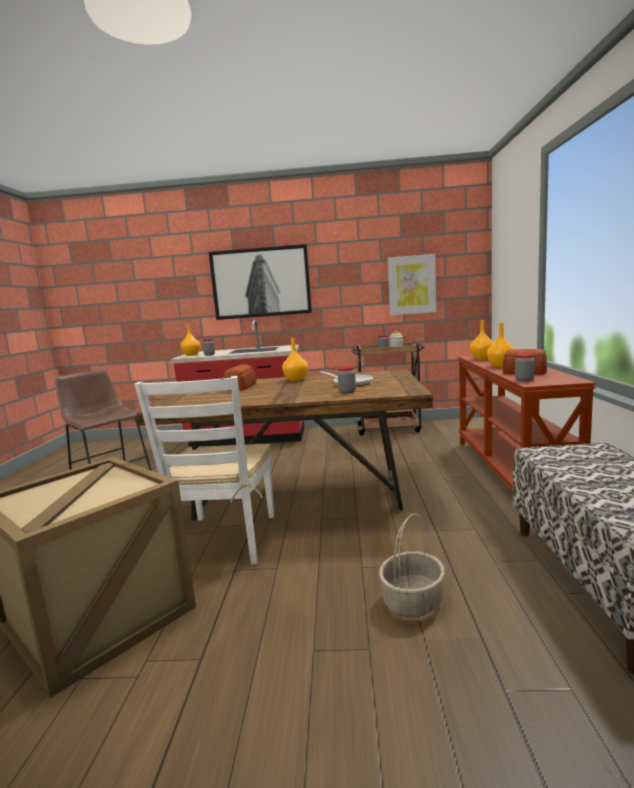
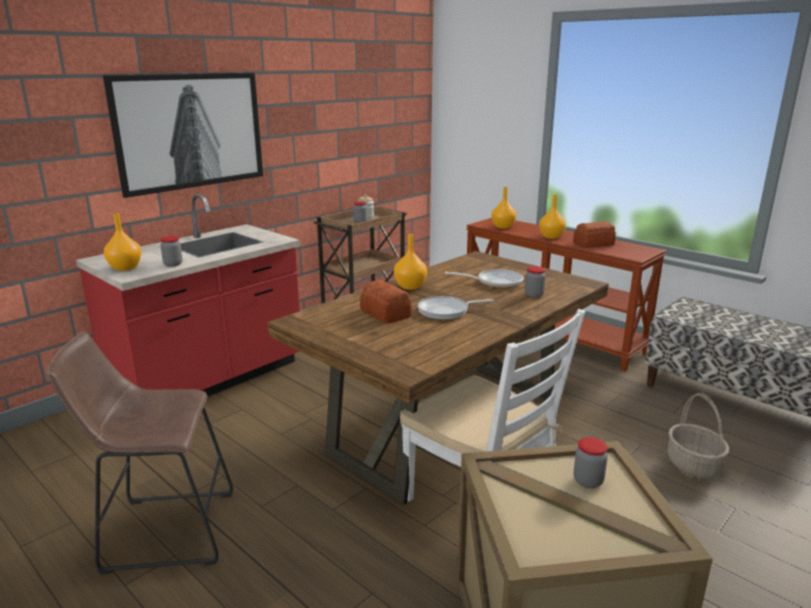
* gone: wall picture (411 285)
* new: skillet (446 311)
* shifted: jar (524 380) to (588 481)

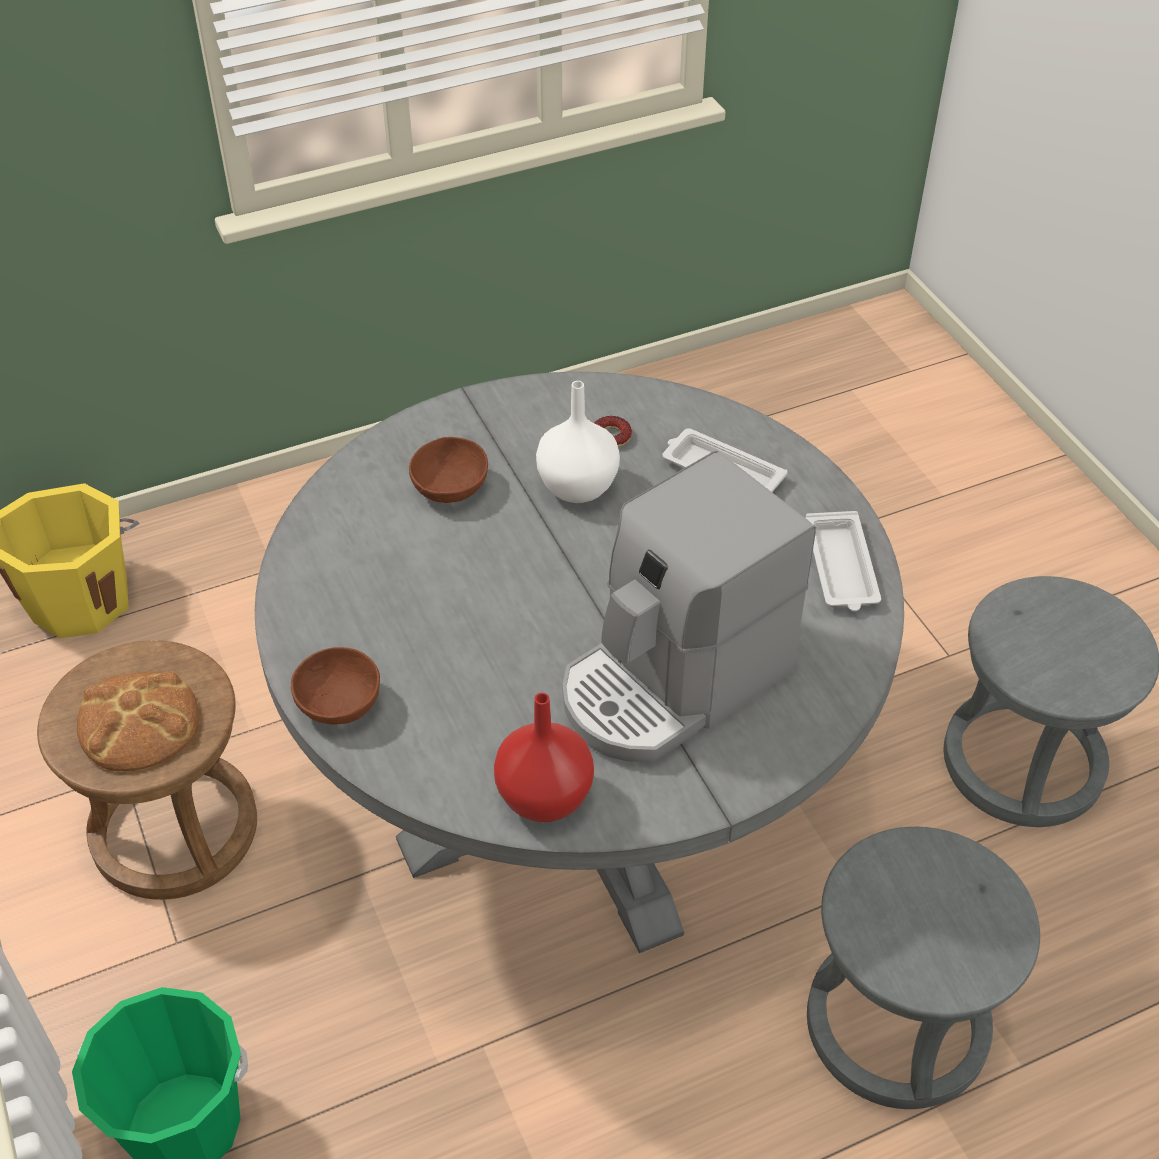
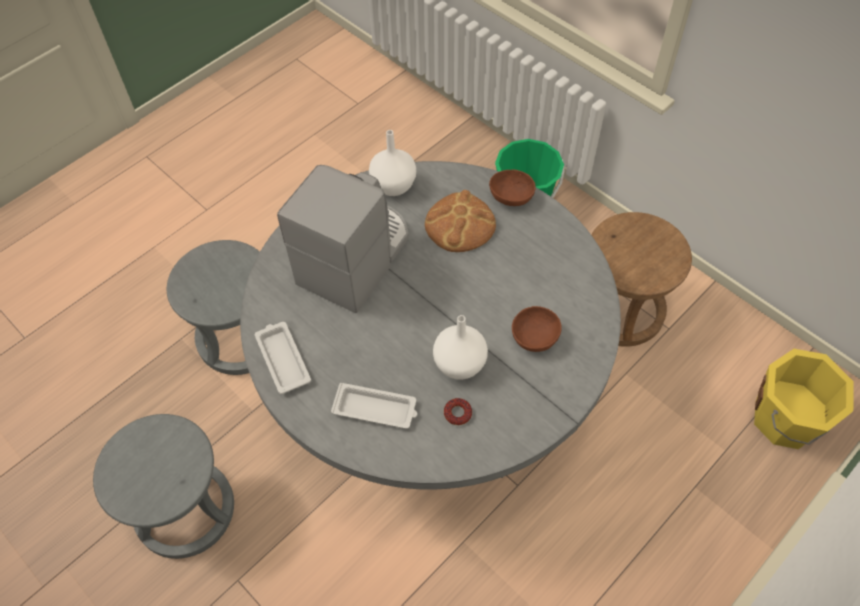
* shifted: baked bread (138 723) to (460 224)
* repainted: red decorative vase (543 796) to white-coloured decorative vase (394 186)

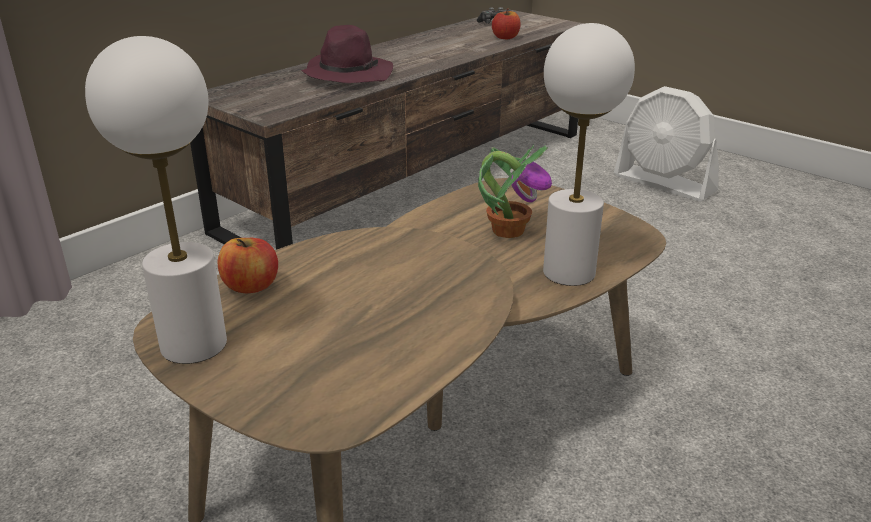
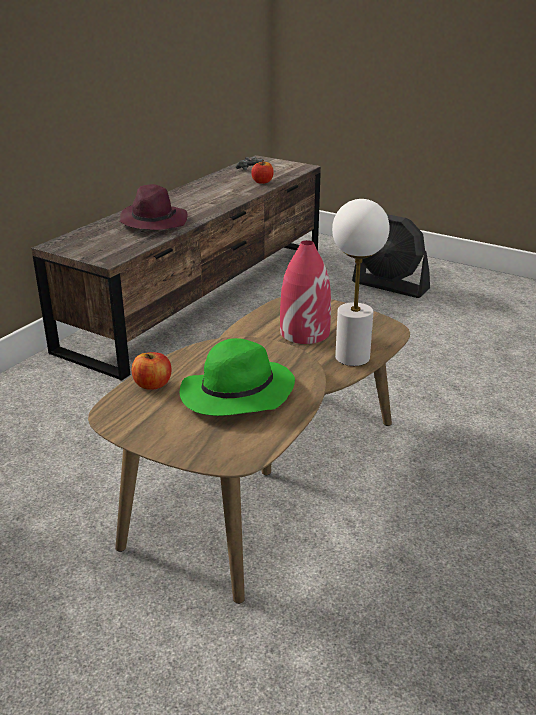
* gone: white-coloured tabletop lamp (193 345)
* new: green clothing hat (236 395)
* swapped: potted plant (507 230) to red decorative vase (304 332)
* repainted: white-coloured electric fan (664 183) to black-coloured electric fan (390 286)

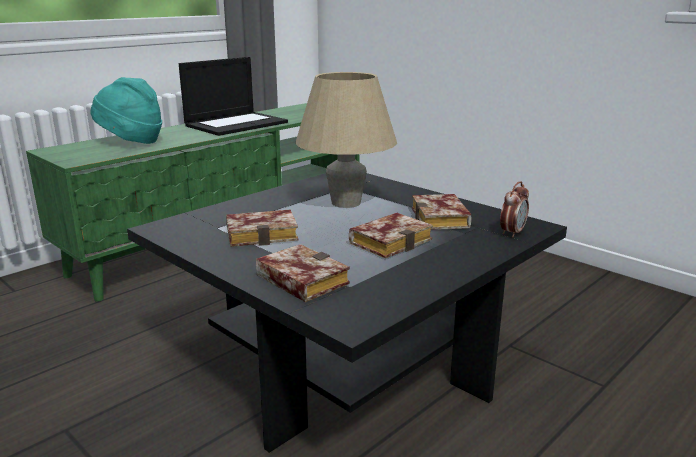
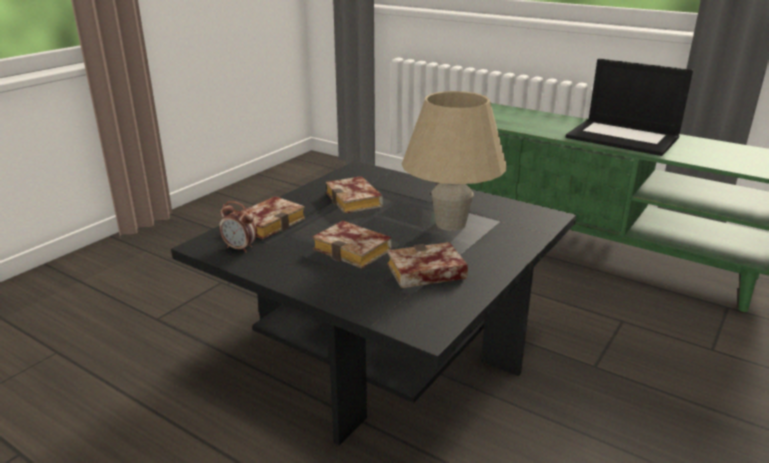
* gone: blue-green clothing hat (131 142)
* shifted: bedside clock (512 233) to (240 248)

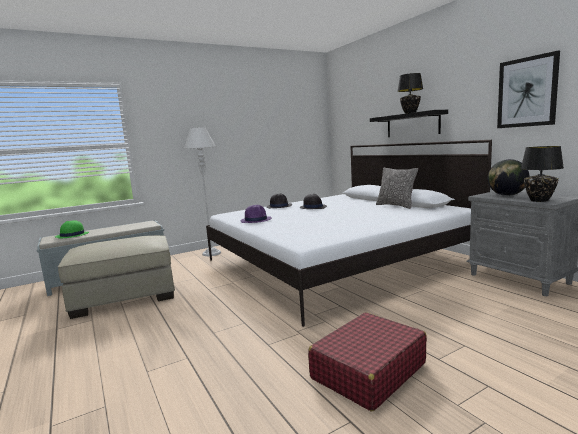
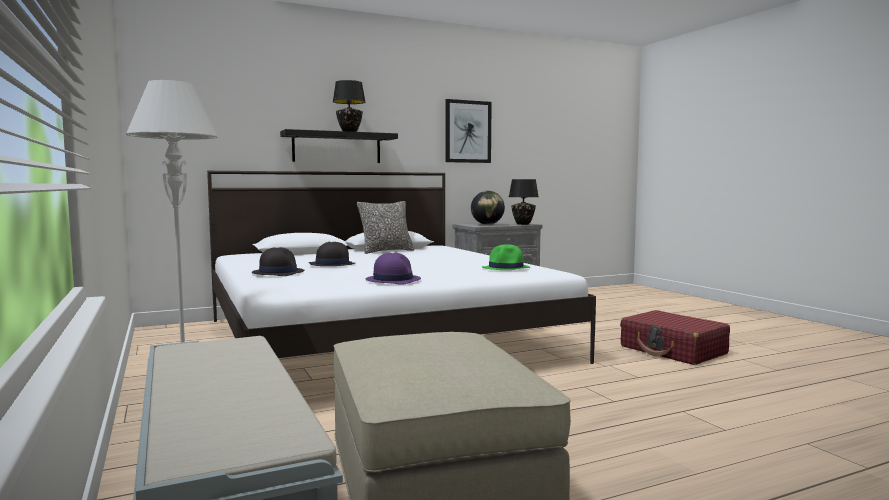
* shifted: green clothing hat (72 235) to (506 268)

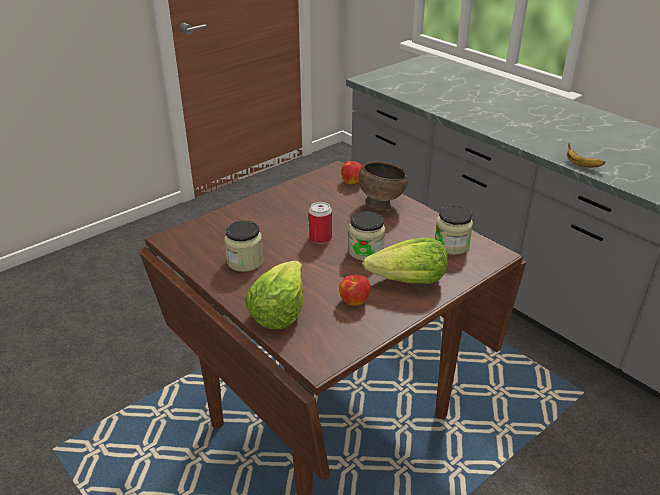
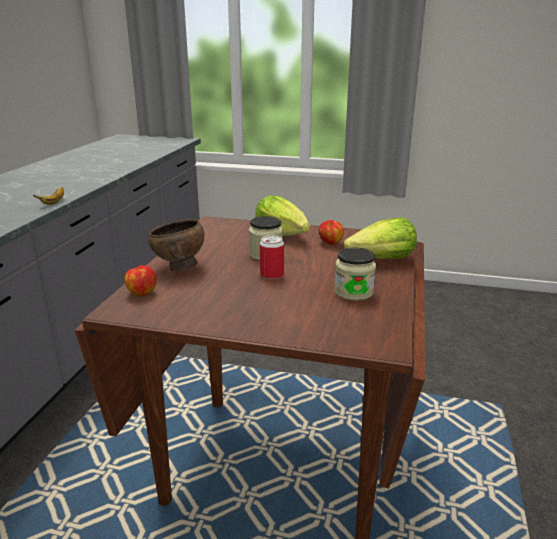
* gone: jar (451 245)

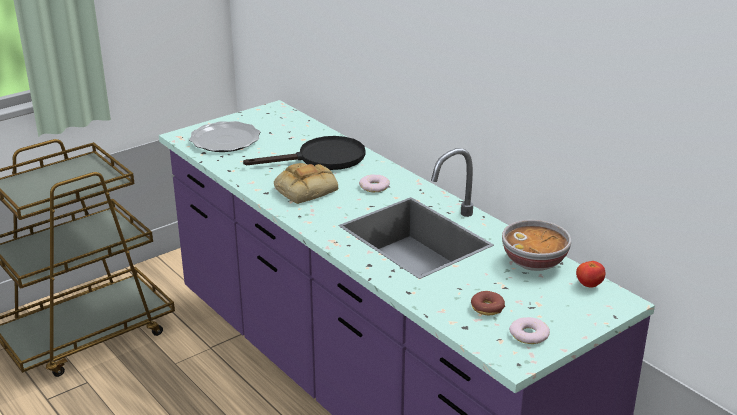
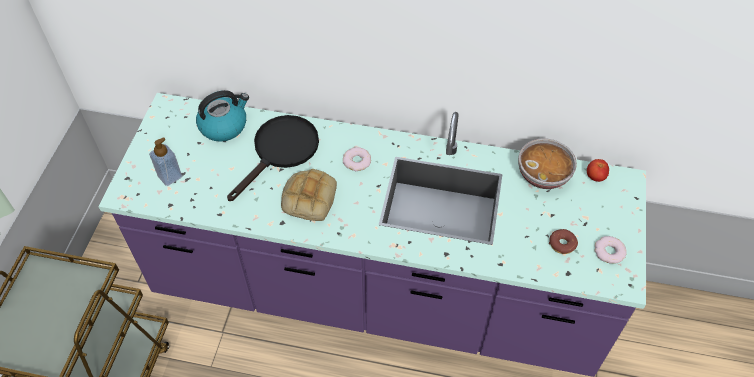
* new: water kettle (224 125)
* swapped: flat dish (225 140) to liquid soap bottle (170 176)

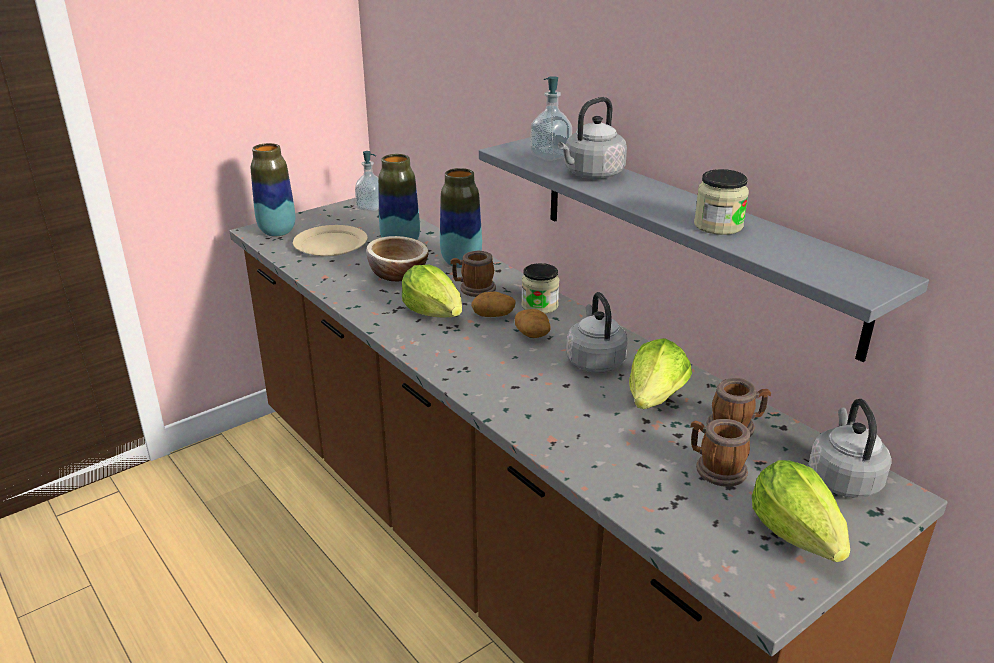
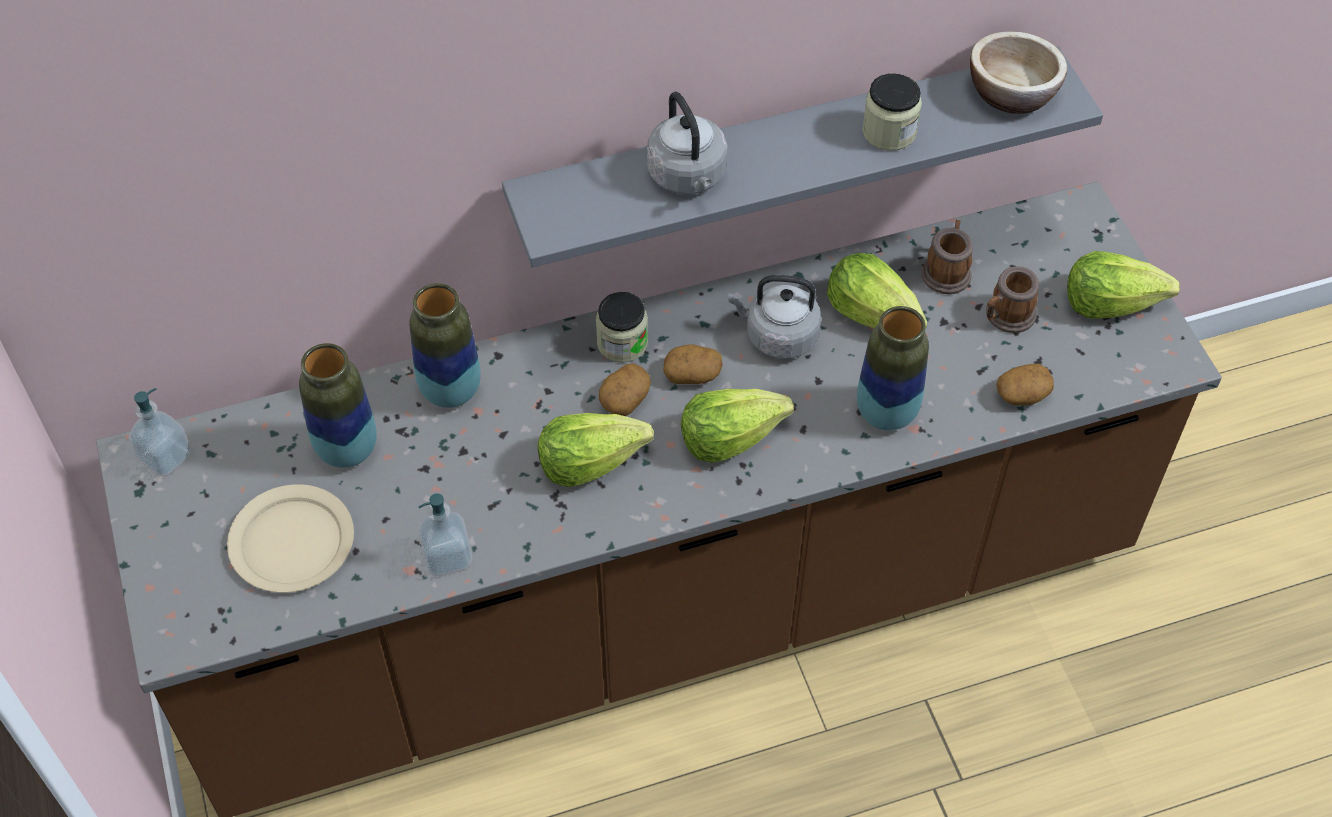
* gone: tea mug (473 289)
* gone: grey water kettle (843 478)
* new: lettuce head (730 436)
* new: spud (1022 395)
* shifted: decorative vase (277 232) to (886 413)
* shifted: deep dish (398 274) to (1012 93)
* shifted: liquid soap bottle (550 156) to (447 557)

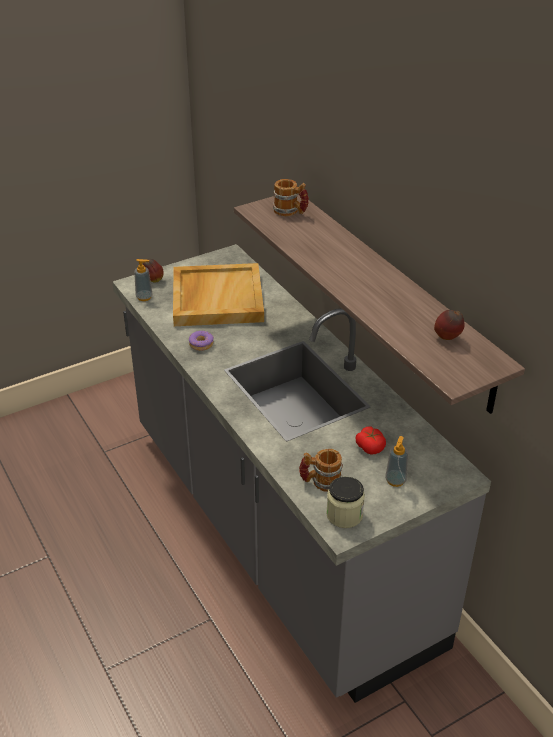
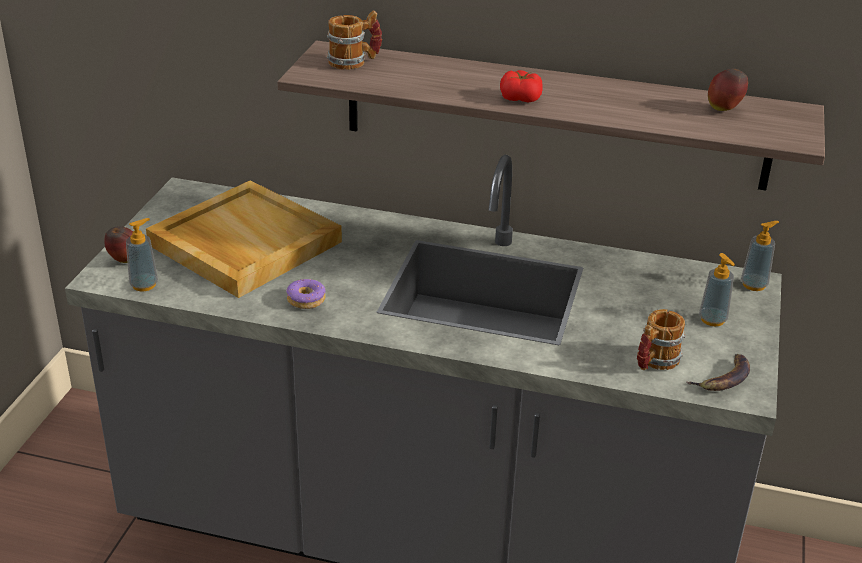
* new: liquid soap bottle (754 285)
* shifted: fresh tomato (370 446) to (520 98)
* swapped: jar (344 515) to whole banana (723 378)

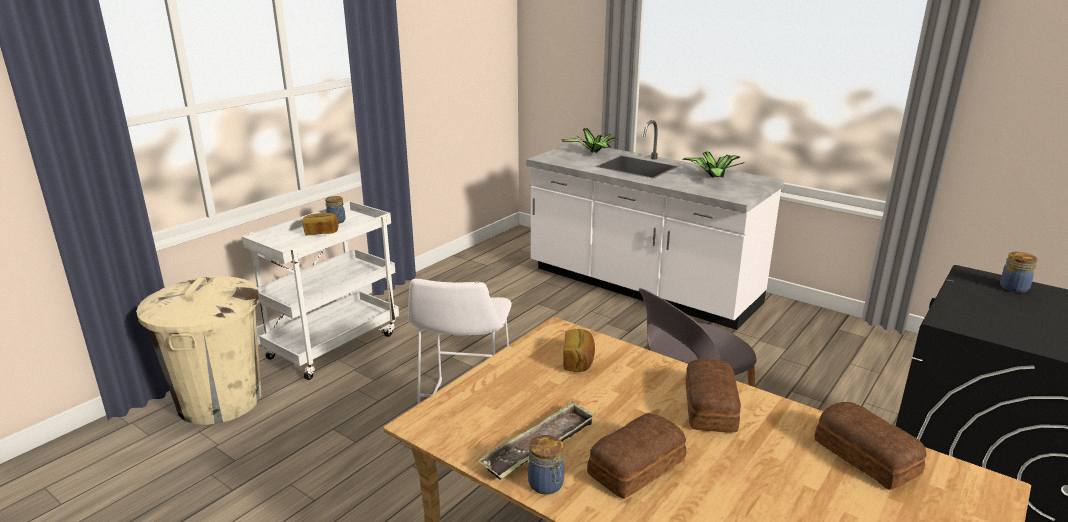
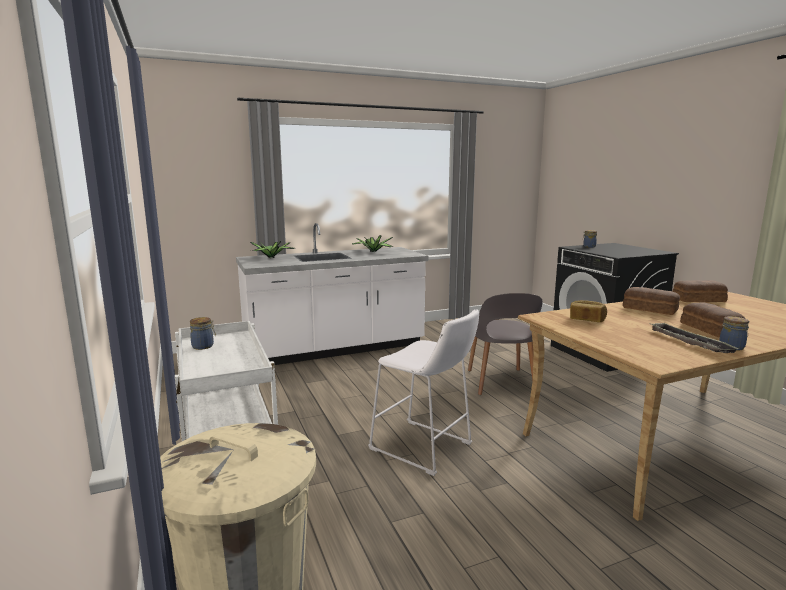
* gone: baked bread (321 232)

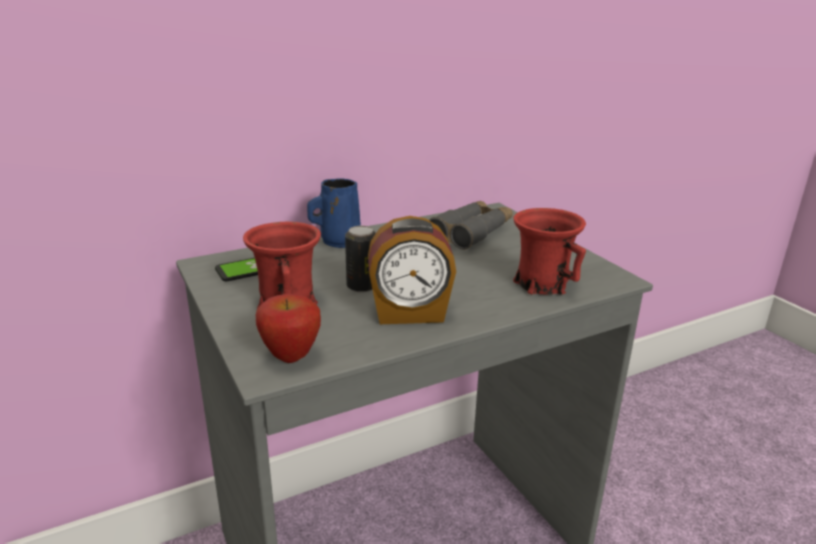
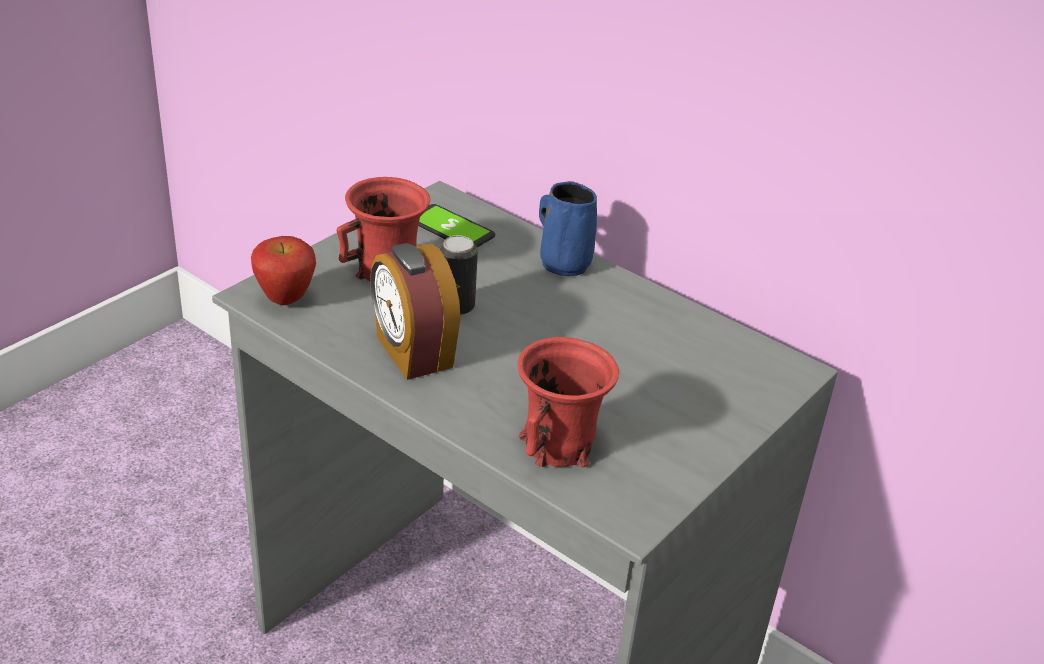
* gone: grey pair of binoculars (472 232)

